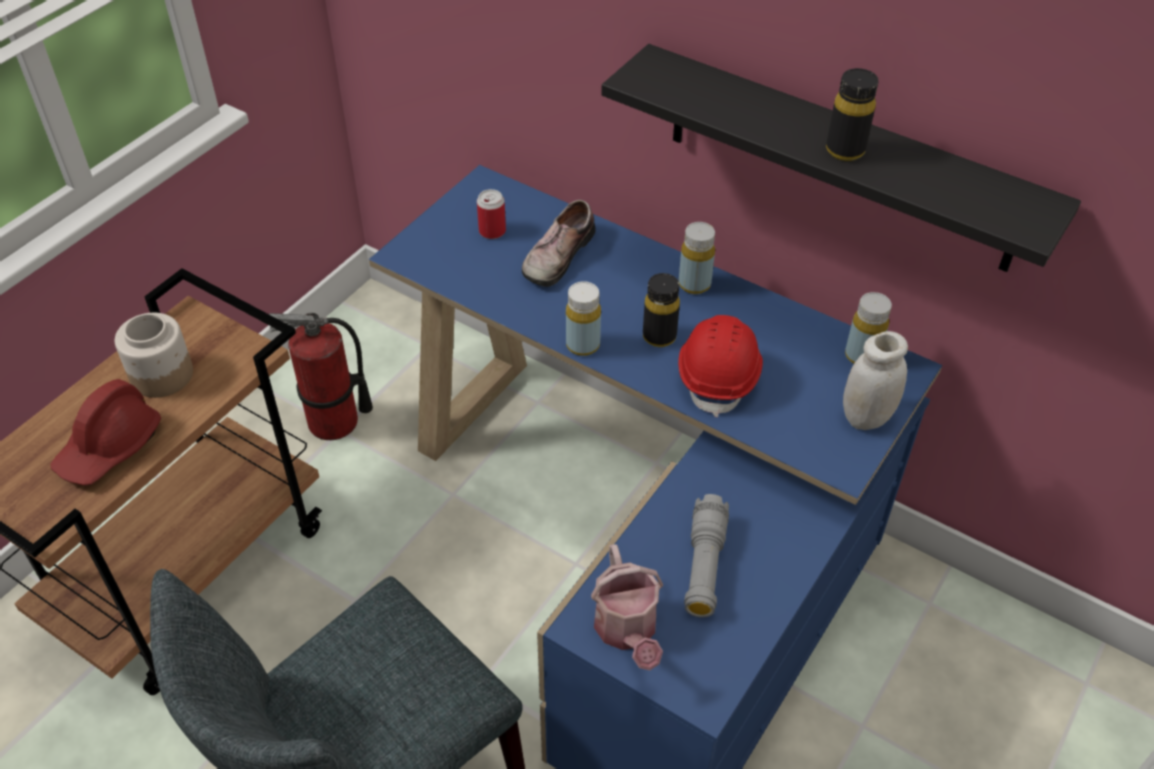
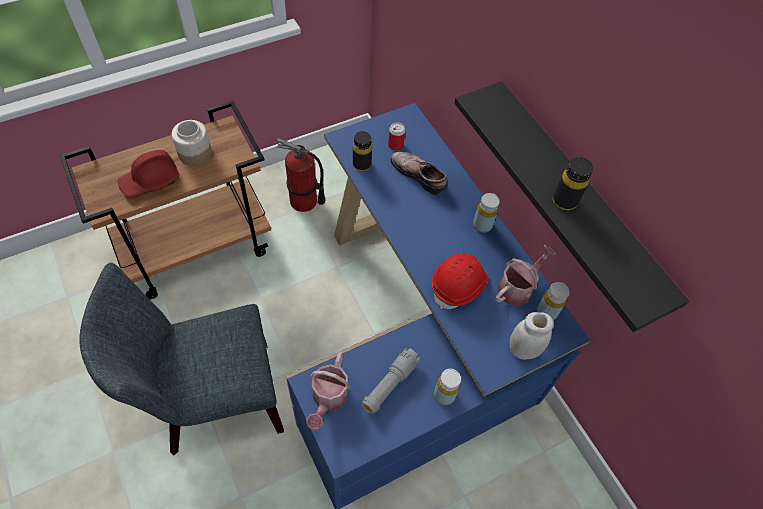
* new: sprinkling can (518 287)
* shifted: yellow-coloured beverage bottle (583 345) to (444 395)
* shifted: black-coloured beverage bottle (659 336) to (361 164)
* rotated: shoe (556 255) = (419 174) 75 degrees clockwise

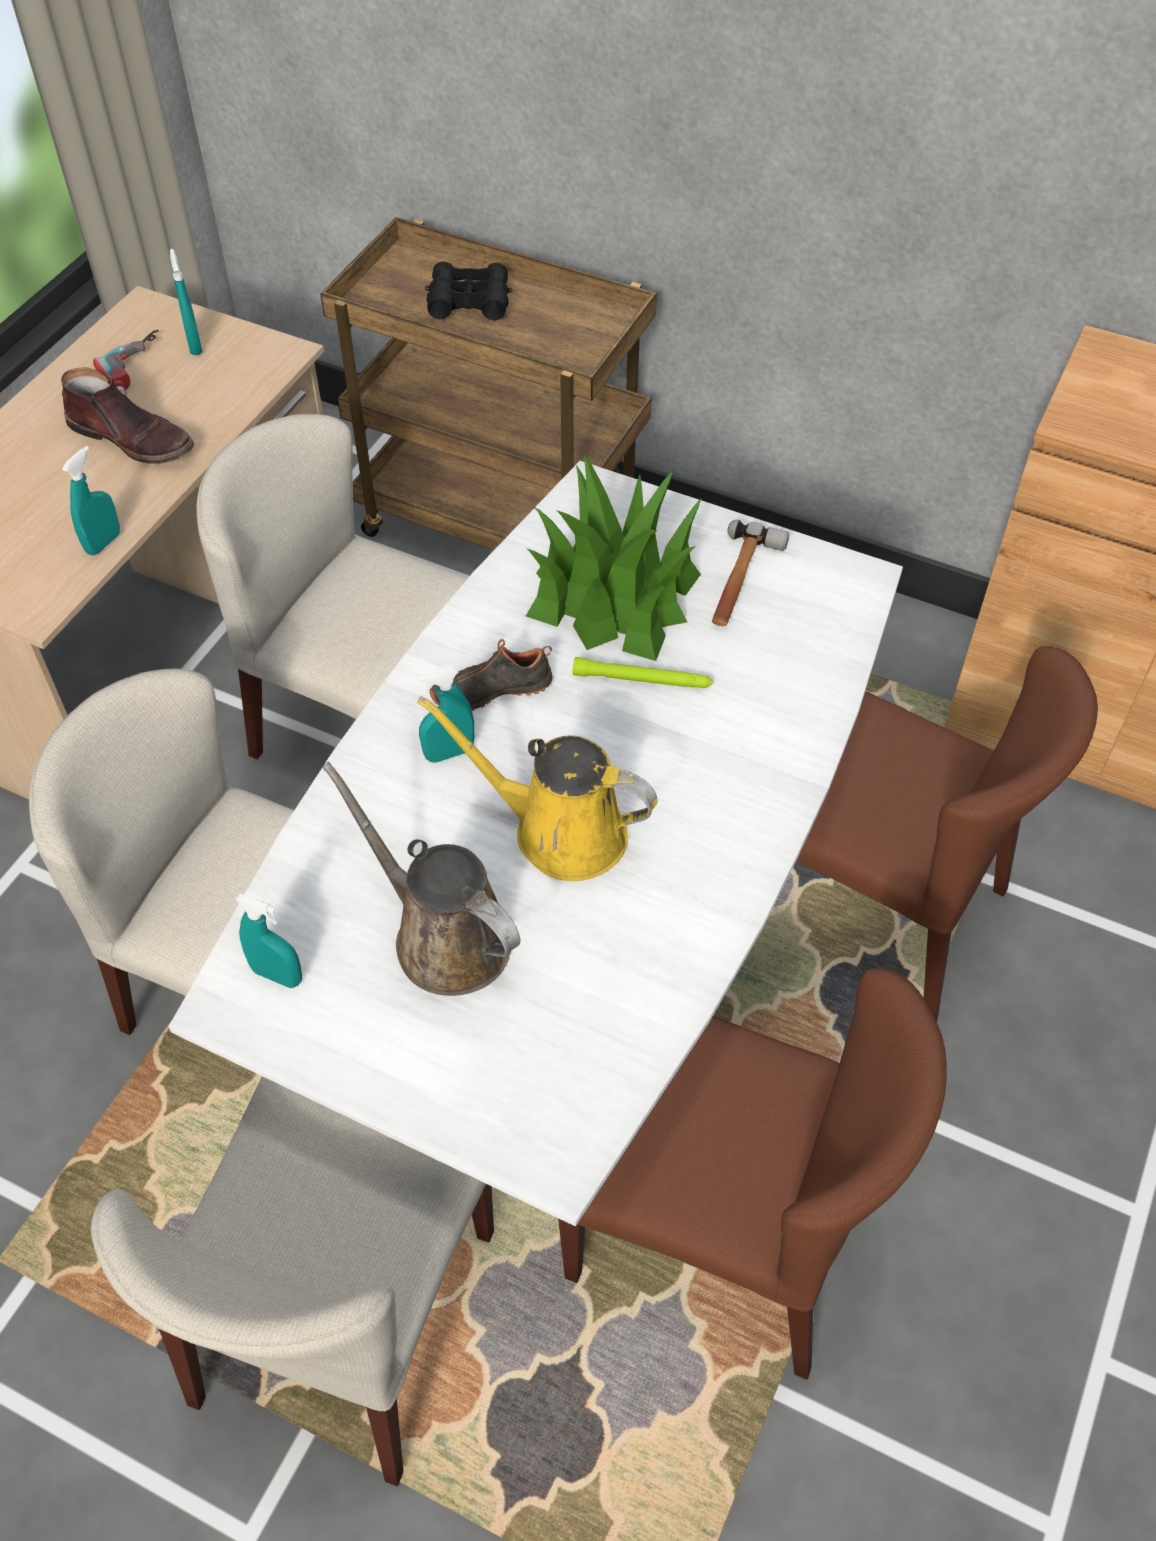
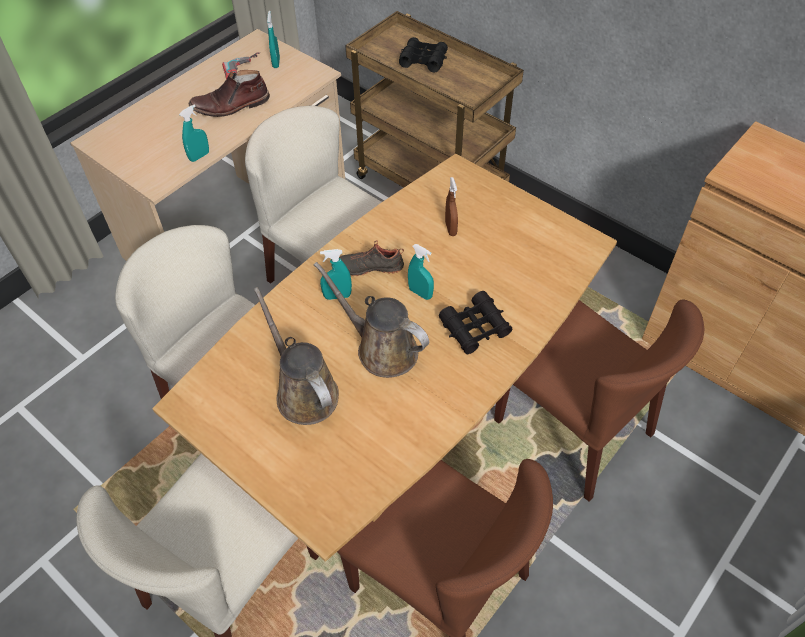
* gone: green torch (642 680)
* gone: hammer (740 582)
* new: black-coloured pair of binoculars (475 328)
* shifted: blue-green spray bottle (277 975) to (420 293)
* swapped: potted plant (613 595) to brownish spray bottle (450 228)
* repainted: white-coloured kitchen table (577 964) to brownish kitchen table (404 424)
* repainted: yellow-coloured sprinkling can (559 831) to brownish sprinkling can (382 349)
* rotated: brownish boot (133 438) = (231 106) 120 degrees clockwise

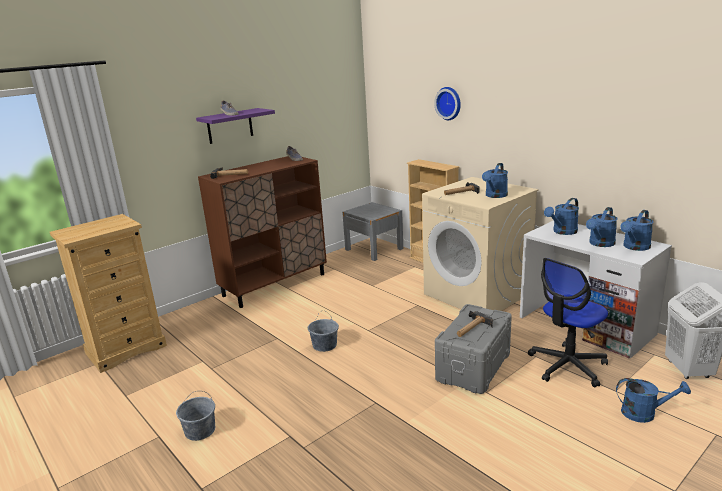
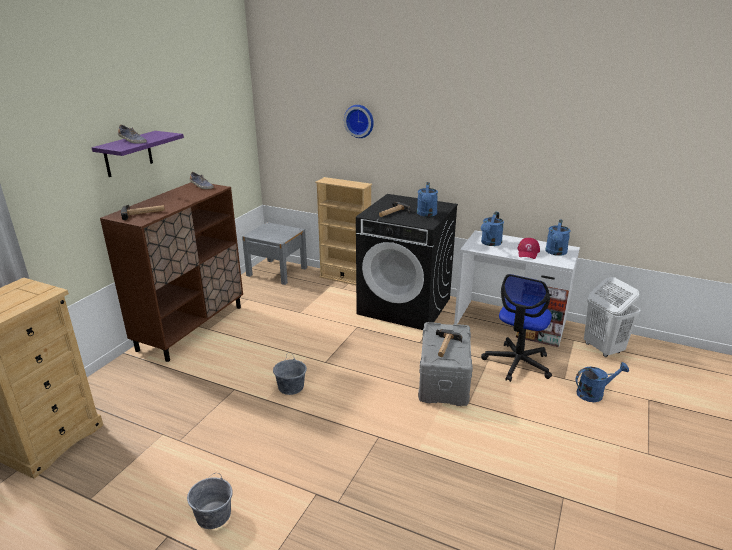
* swapped: blue sprinkling can (600 244) to red peaked cap (528 252)
* repainted: beige washing machine (477 294) to black-coloured washing machine (405 306)

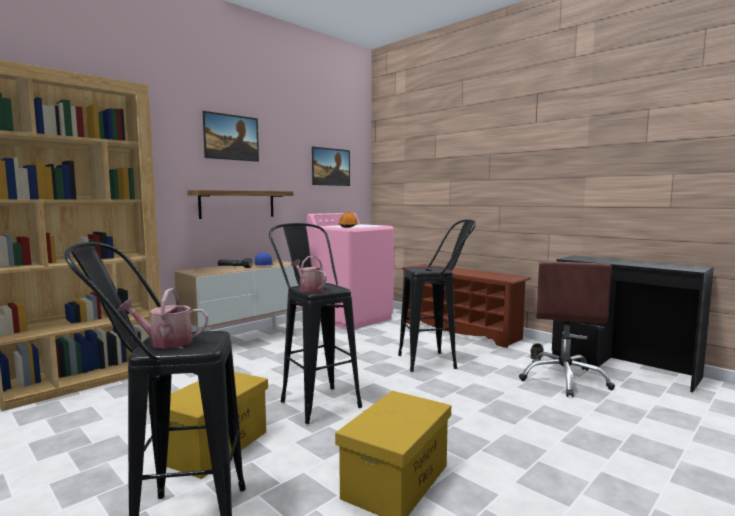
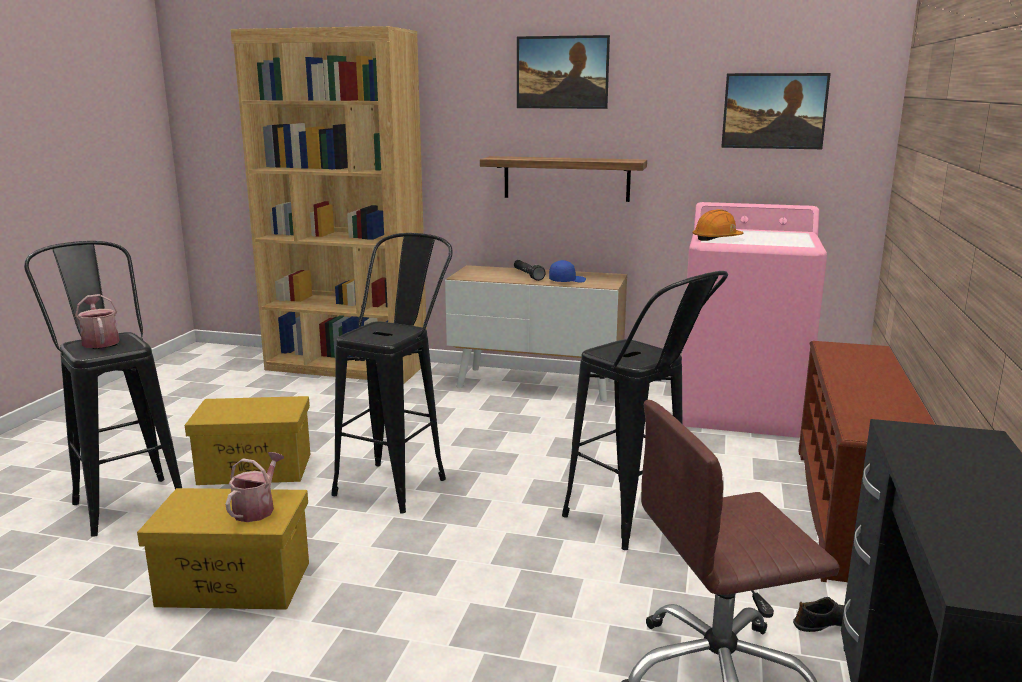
* shifted: sprinkling can (309 289) to (257 509)

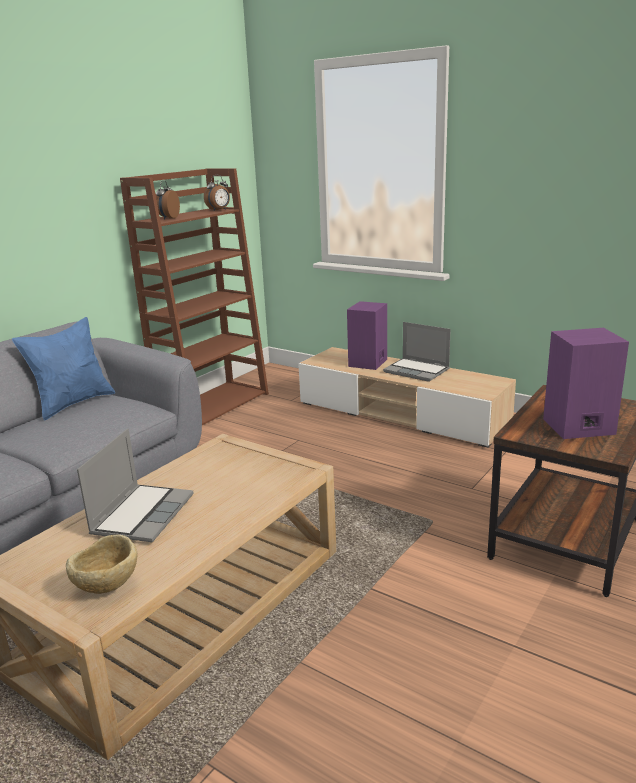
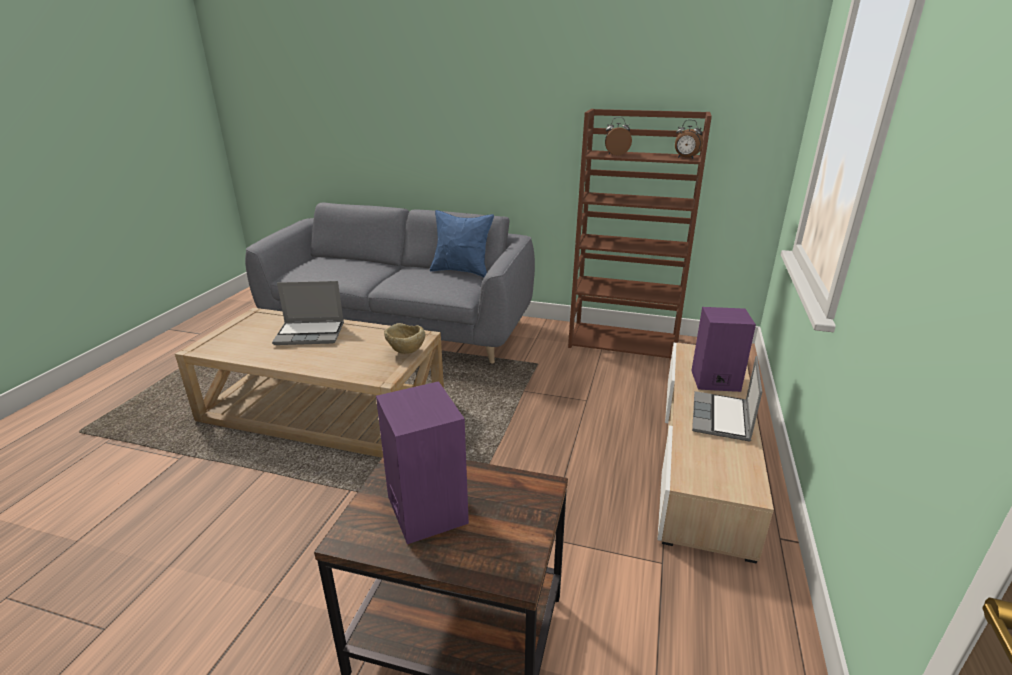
* shifted: beige deep dish (107 588) to (406 352)

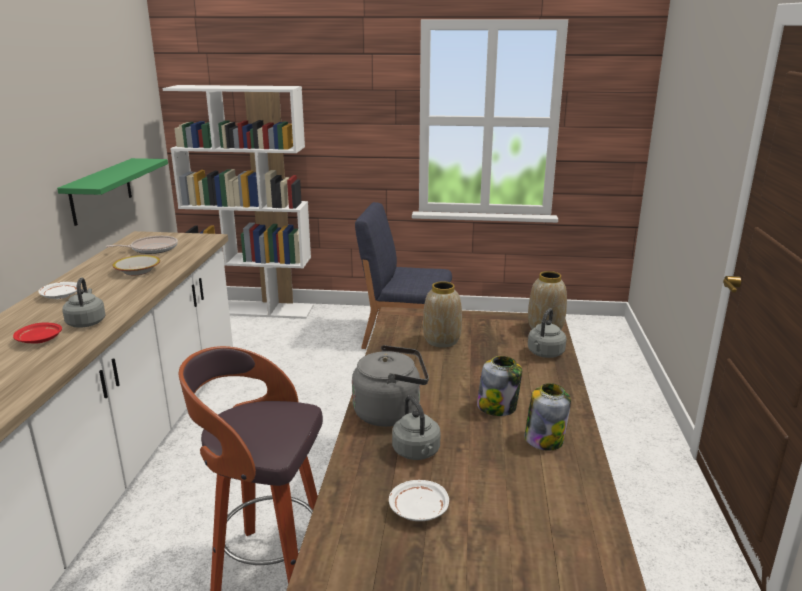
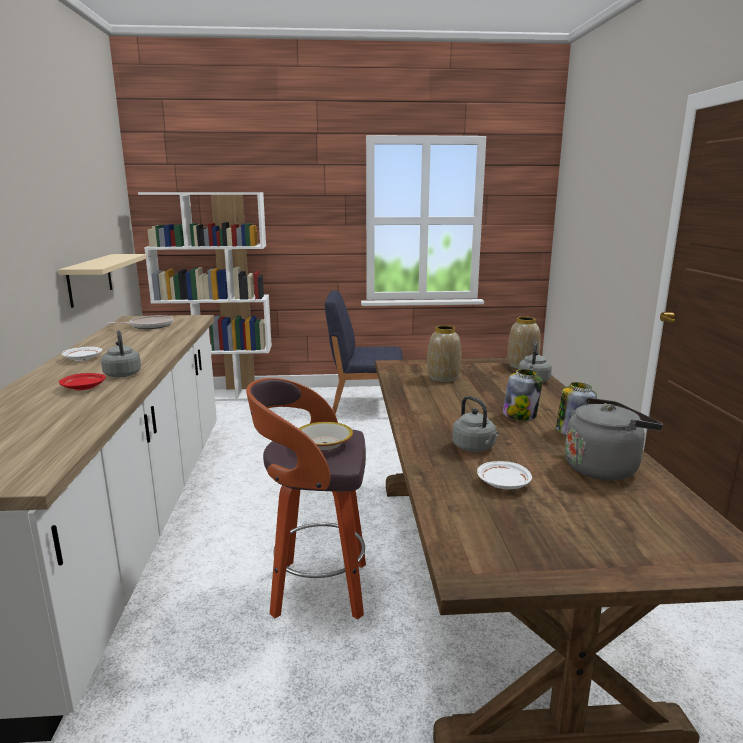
* shifted: deep dish (138 271) to (324 444)
* shifted: grey water kettle (391 412) to (603 467)
* repainted: green shelf (101 191) to beige shelf (90 279)

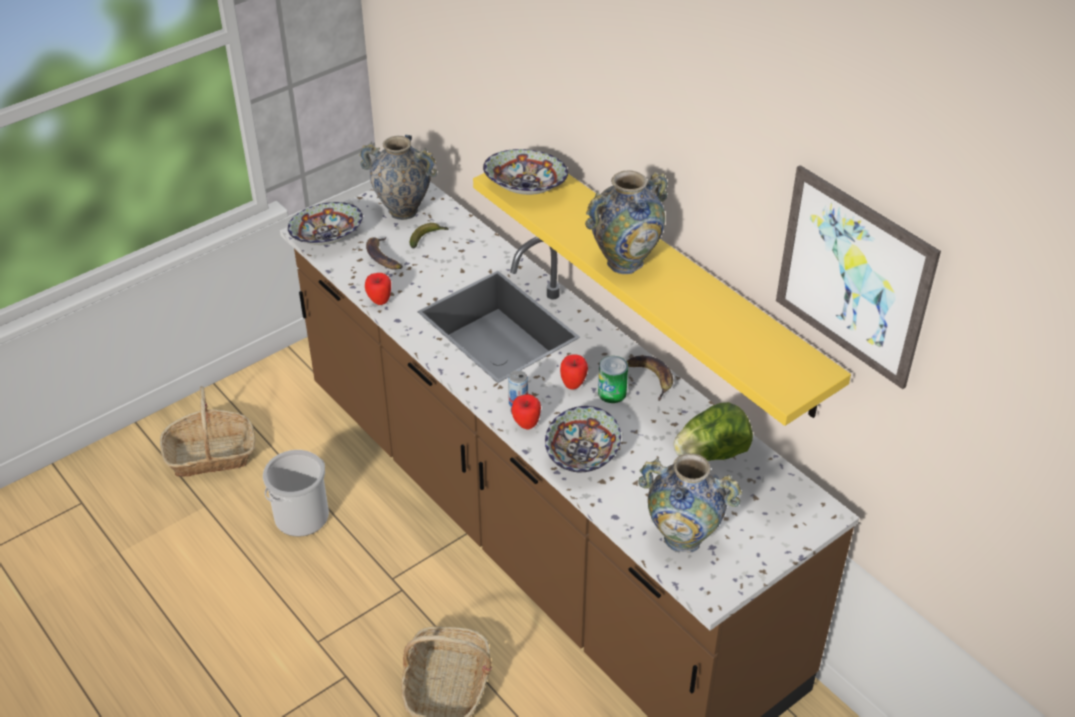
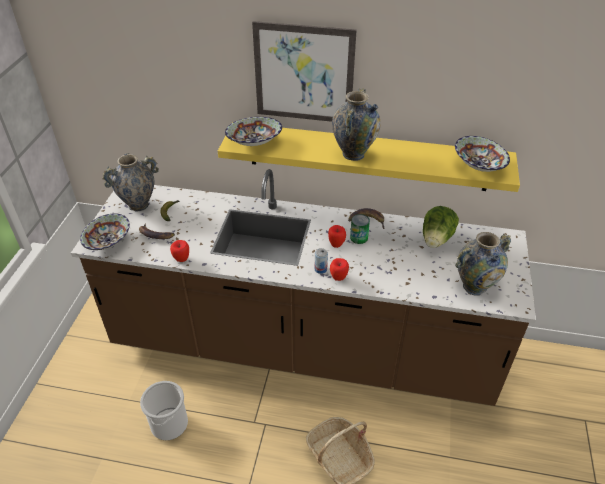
* gone: storage basket (211 454)
* shifted: deep dish (581 455) to (477 166)
* shifted: wall picture (853 277) to (304 73)

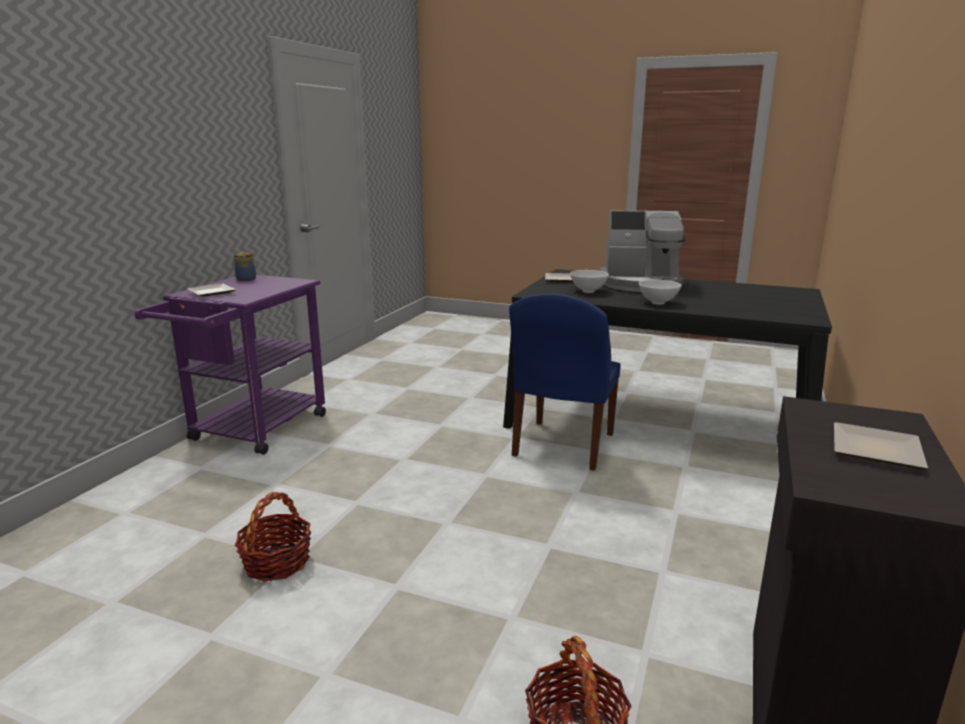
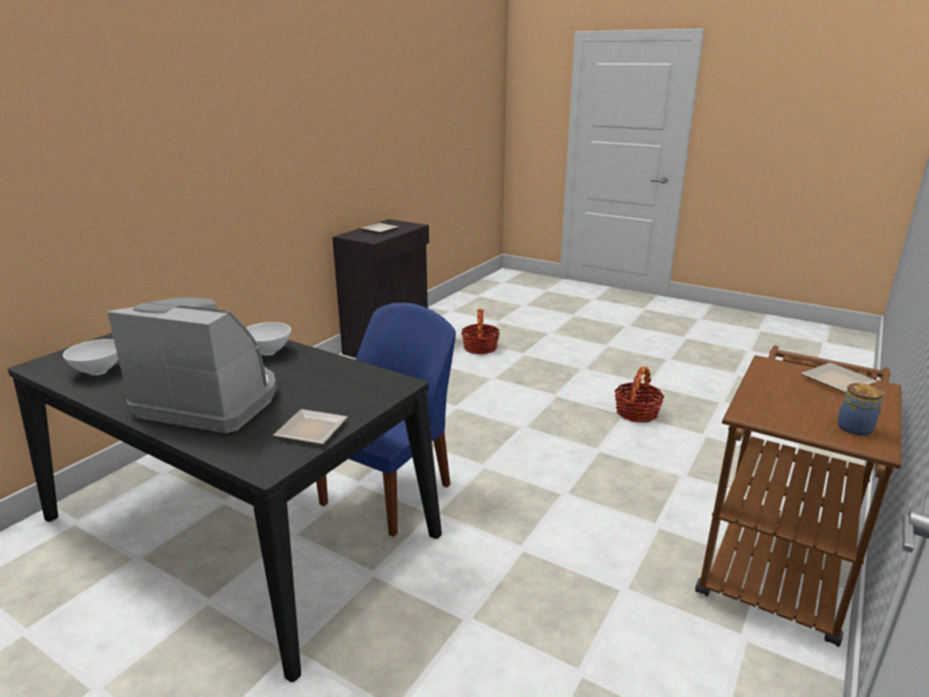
* shifted: white-coloured deep dish (588 291) to (98 371)
* repainted: purple-coloured cart (252 432) to brownish cart (776 563)

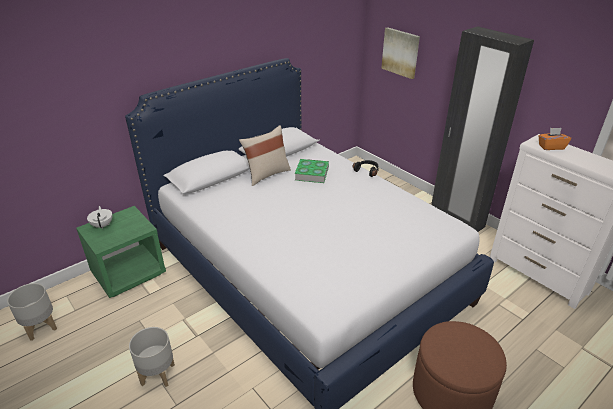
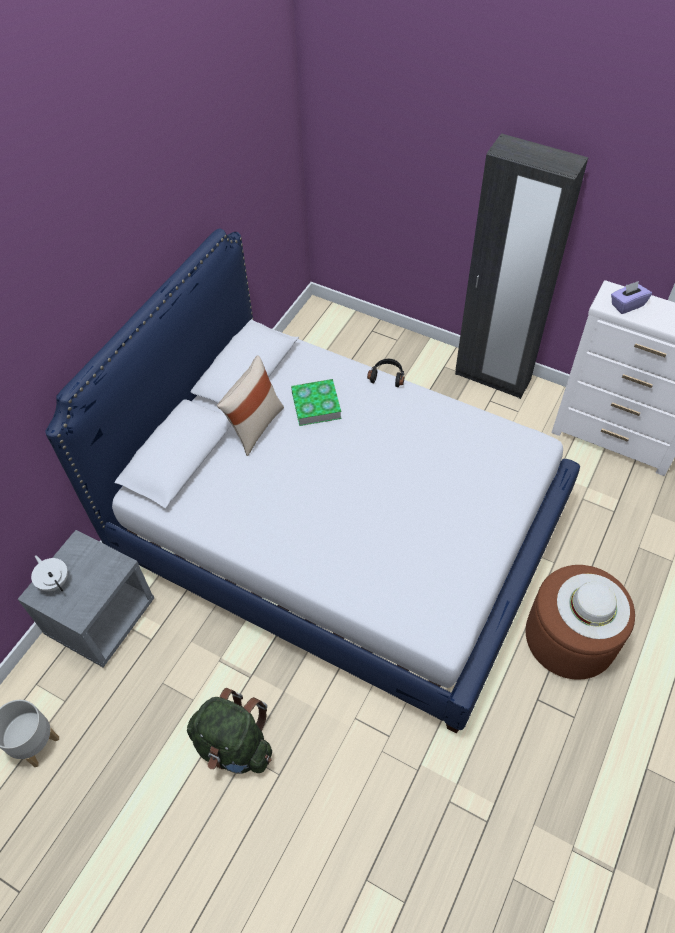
* gone: wall picture (400 52)
* new: white-coloured clothing hat (593 605)
* swapped: grey planter (158 374) to green knapsack (234 746)
* repainted: green nightstand (129 273) to grey nightstand (101 617)
* repainted: orange tissue holder (551 147) to purple-coloured tissue holder (627 305)

